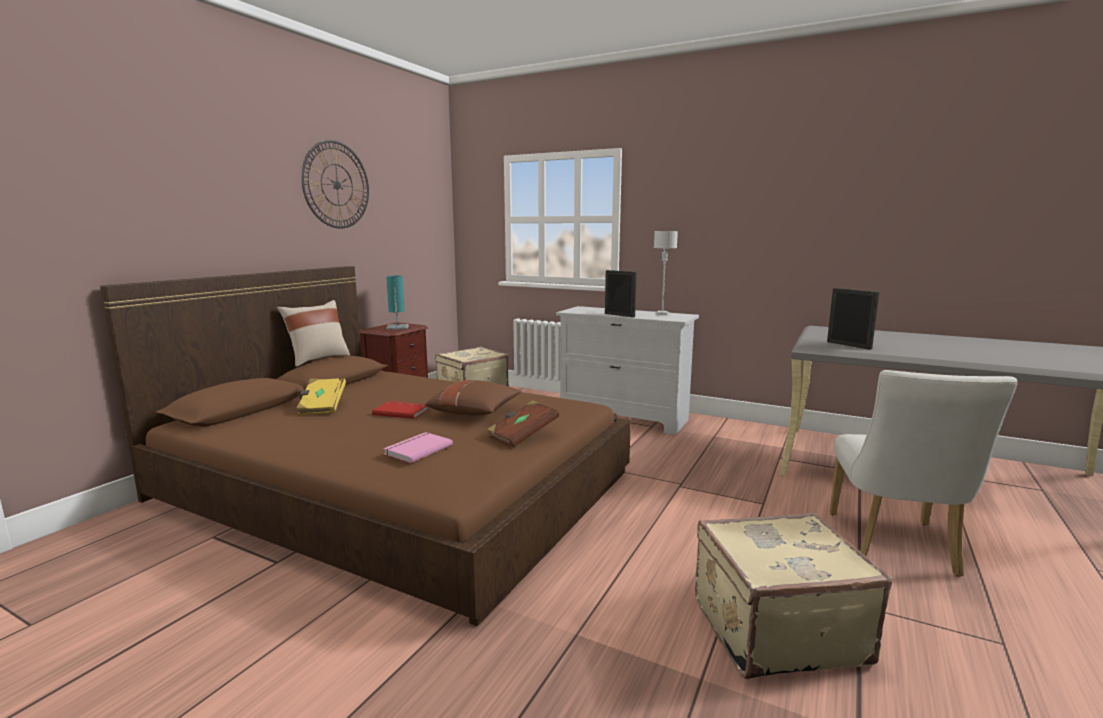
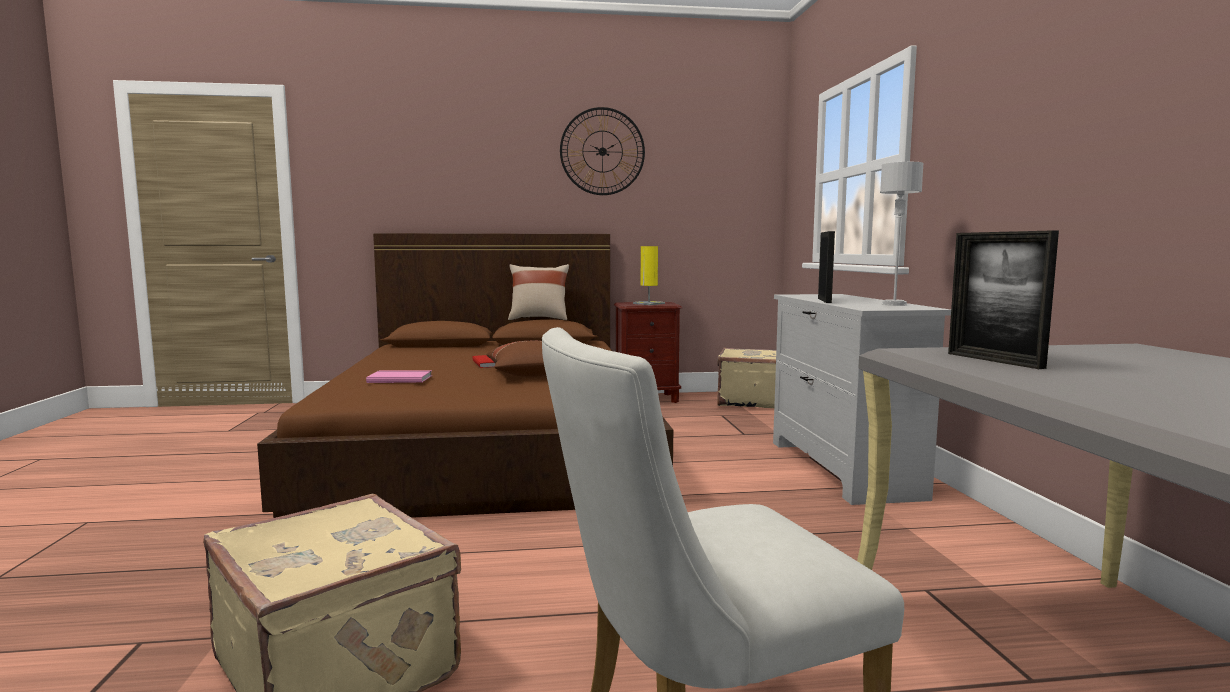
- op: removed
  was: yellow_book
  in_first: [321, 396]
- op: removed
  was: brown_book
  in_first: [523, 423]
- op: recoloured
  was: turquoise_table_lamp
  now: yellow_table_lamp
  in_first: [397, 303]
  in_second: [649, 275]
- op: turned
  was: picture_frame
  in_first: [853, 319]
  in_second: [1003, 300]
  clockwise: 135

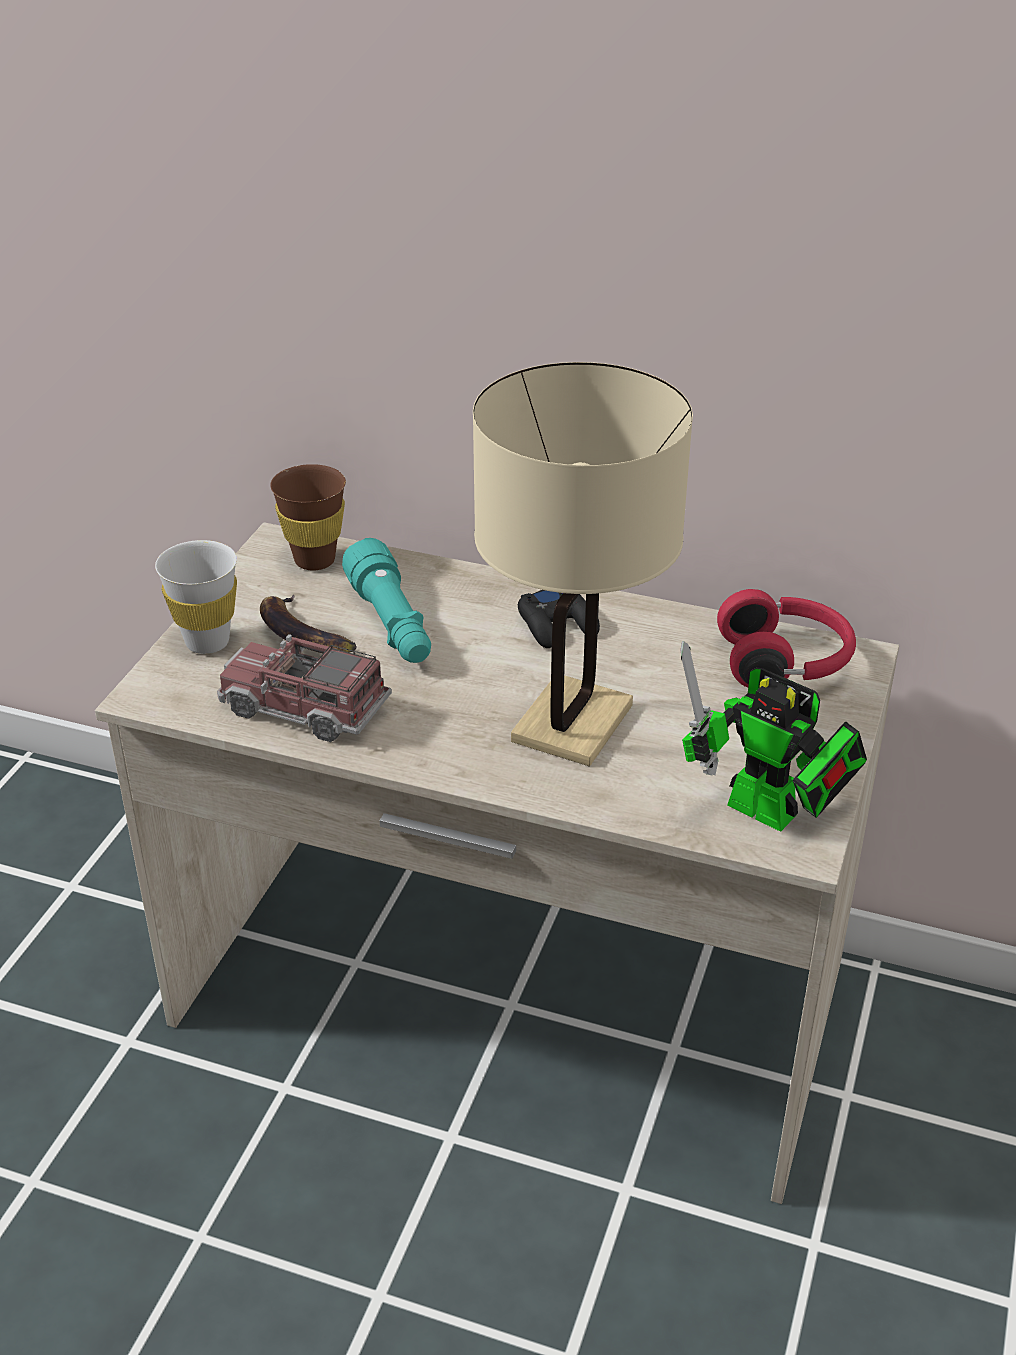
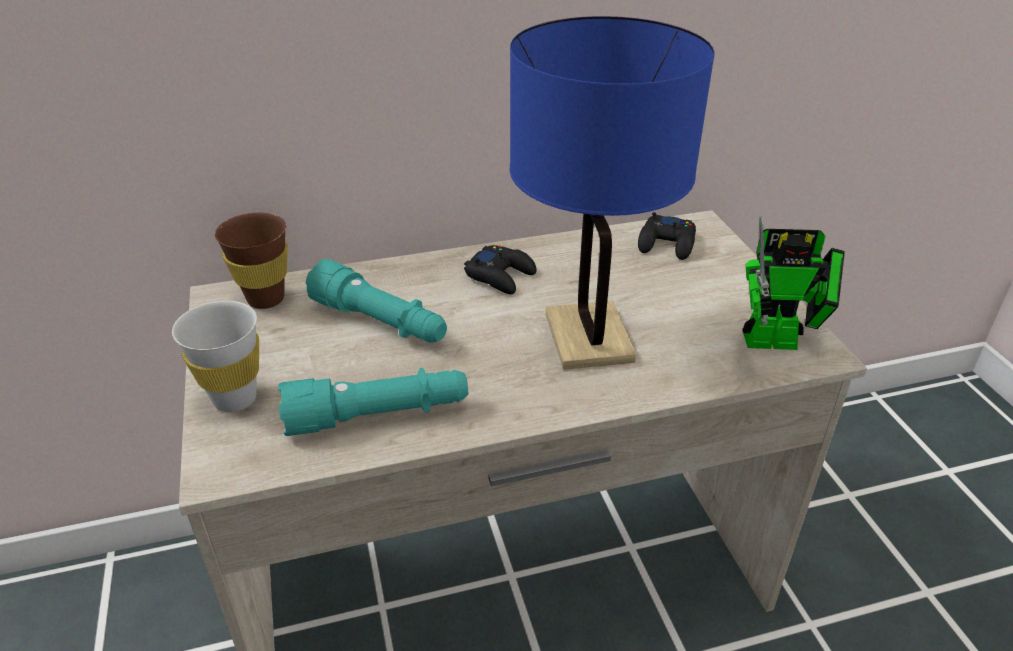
- op: removed
  was: banana
  in_first: [308, 624]
- op: replaced
  was: toy_truck
  now: turquoise_flashlight
  in_first: [304, 688]
  in_second: [373, 402]
- op: replaced
  was: red_headphones
  now: black_game_controller
  in_first: [786, 638]
  in_second: [667, 236]
- op: recoloured
  was: beige_table_lamp
  now: blue_table_lamp
  in_first: [583, 564]
  in_second: [612, 193]

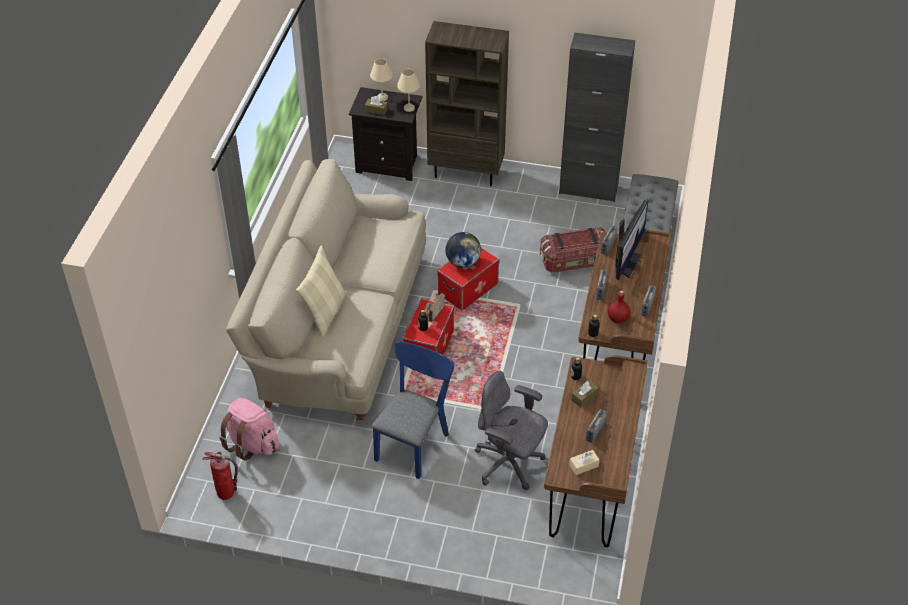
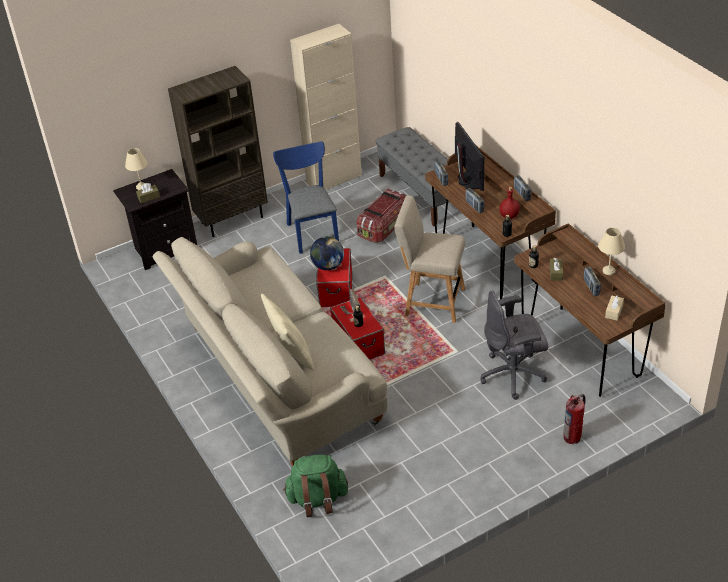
- op: added
  now: beige_chair
  in_second: [429, 259]
- op: moved
  was: fire_extinguisher
  in_first: [220, 476]
  in_second: [575, 419]
- op: moved
  was: blue_chair
  in_first: [413, 410]
  in_second: [306, 197]
- op: moved
  was: beige_table_lamp
  in_first: [408, 90]
  in_second: [611, 251]
- op: recoloured
  was: pink_backpack
  now: green_backpack
  in_first: [249, 429]
  in_second: [315, 486]
- op: recoloured
  was: black_cabinet
  now: beige_cabinet
  in_first: [597, 117]
  in_second: [326, 107]

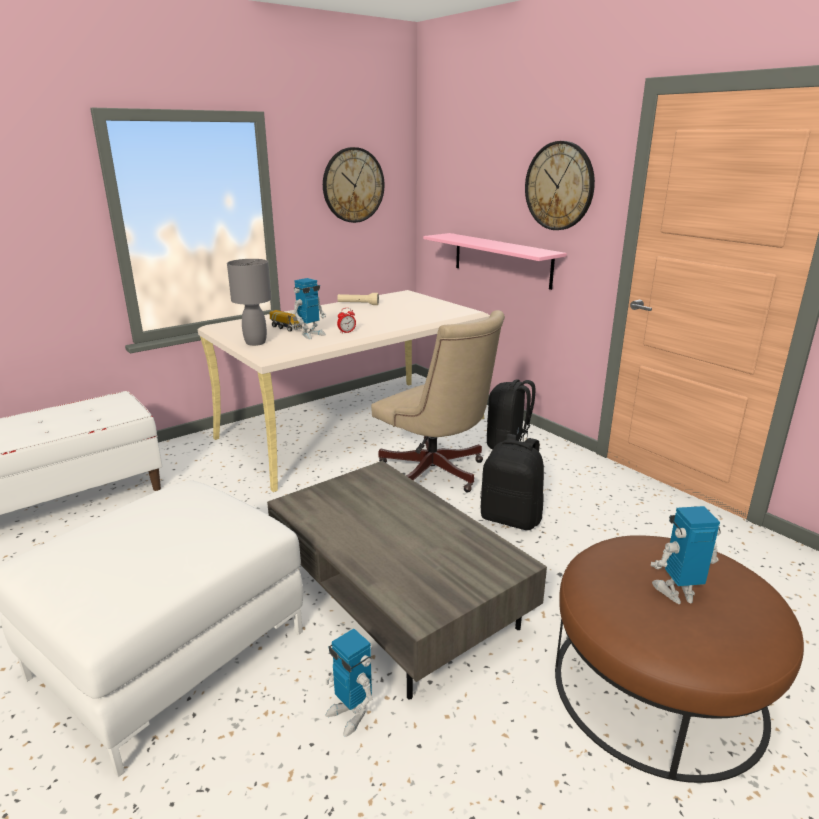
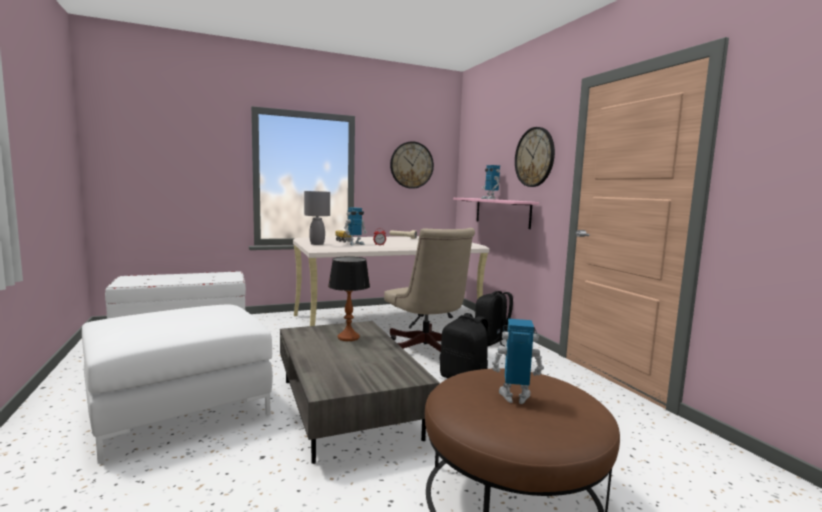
- op: added
  now: table_lamp
  in_second: [349, 299]
- op: moved
  was: toy_robot
  in_first: [349, 682]
  in_second: [490, 182]

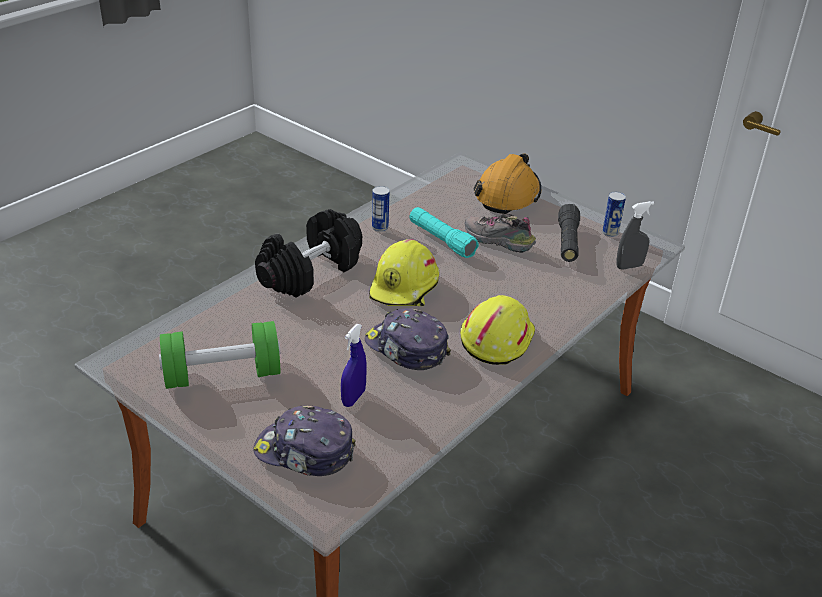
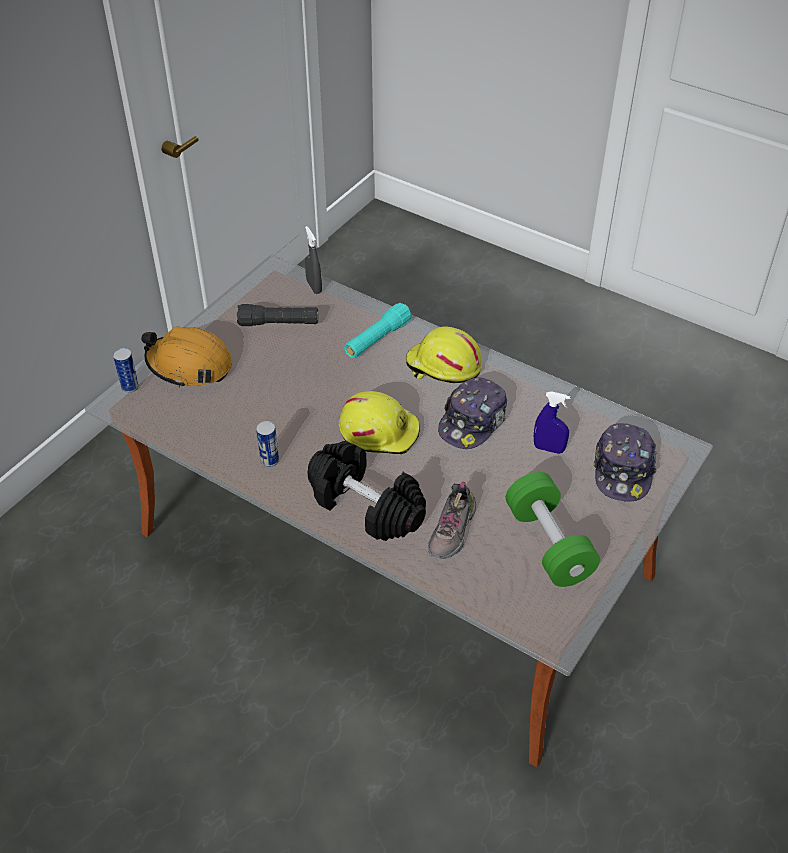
- op: moved
  was: turquoise_flashlight
  in_first: [444, 232]
  in_second: [378, 330]
- op: moved
  was: shoe
  in_first: [500, 233]
  in_second: [452, 520]
- op: moved
  was: can
  in_first: [614, 214]
  in_second: [126, 370]

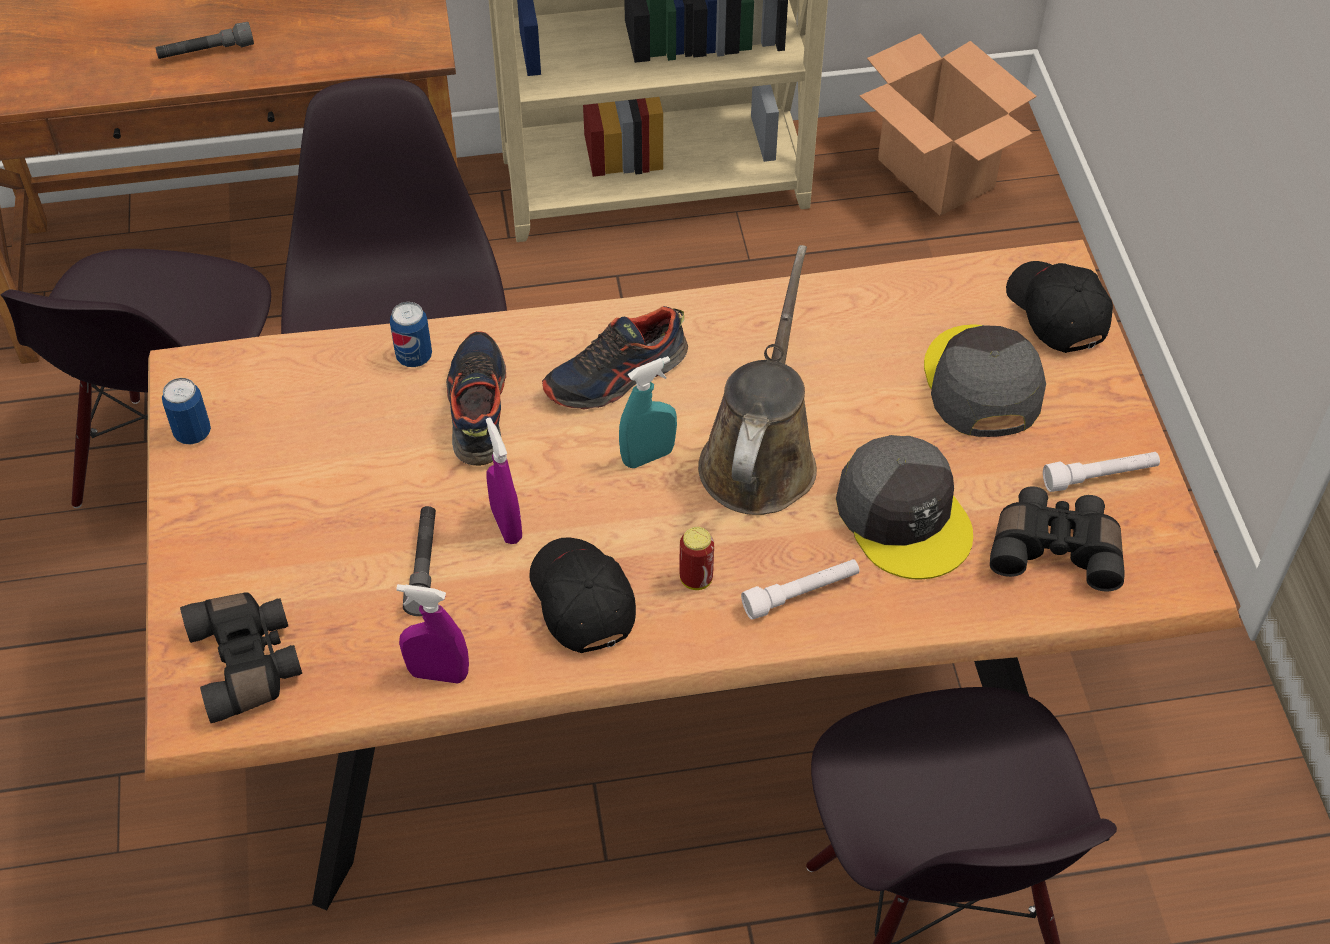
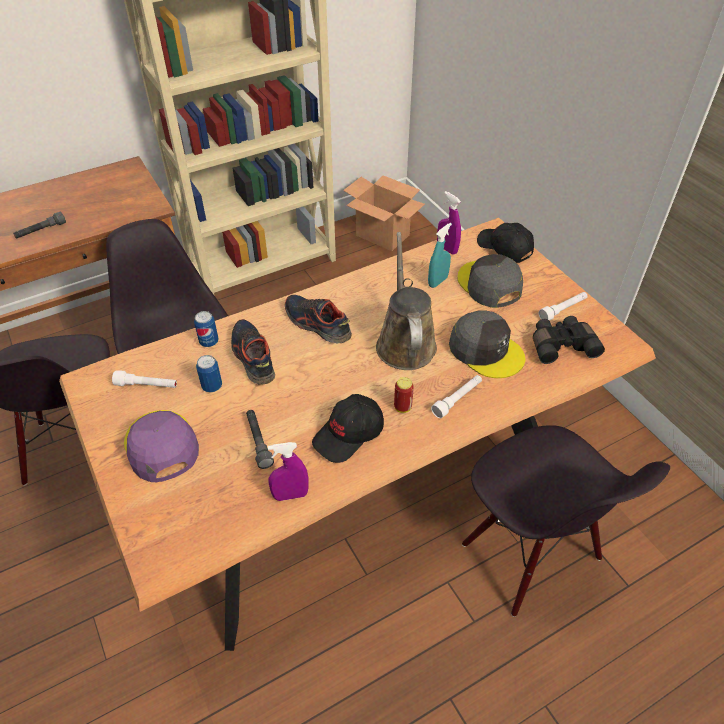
- op: removed
  was: black_binoculars
  in_first: [241, 657]
- op: added
  now: white_flashlight
  in_second: [144, 379]
- op: added
  now: purple_cap
  in_second: [161, 446]
- op: moved
  was: can
  in_first: [186, 411]
  in_second: [209, 374]
- op: moved
  was: purple_spray_bottle
  in_first: [504, 480]
  in_second: [449, 223]
- op: moved
  was: turquoise_spray_bottle
  in_first: [648, 412]
  in_second: [440, 255]
- op: turned
  was: black_cap
  in_first: [582, 595]
  in_second: [348, 428]
  clockwise: -90
- op: turned
  was: shoe
  in_first: [615, 358]
  in_second: [318, 319]
  clockwise: 90

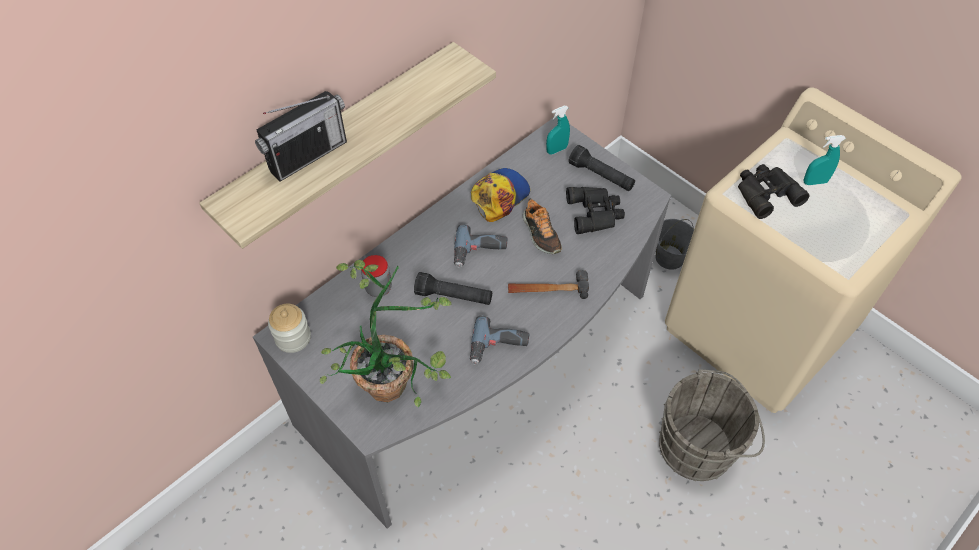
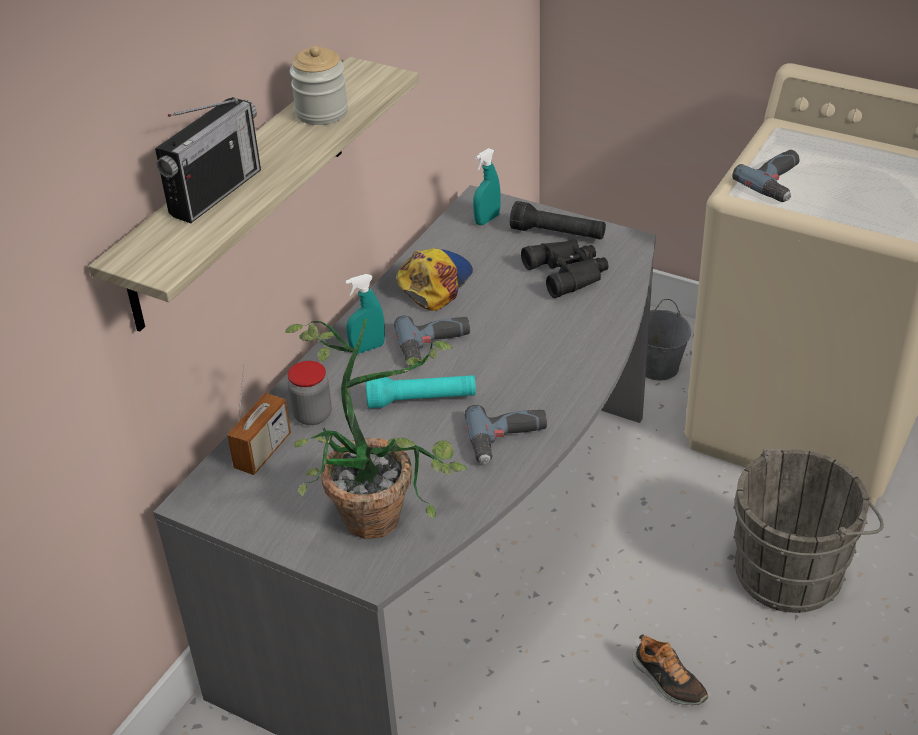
- op: removed
  was: hammer
  in_first: [548, 284]
- op: added
  now: radio
  in_second: [259, 419]
- op: moved
  was: jar
  in_first: [289, 328]
  in_second: [319, 85]
- op: moved
  was: shoe
  in_first: [542, 226]
  in_second: [670, 669]
- op: moved
  was: turquoise_spray_bottle
  in_first: [825, 160]
  in_second: [365, 314]
- op: replaced
  was: black_binoculars
  now: power_drill
  in_first: [774, 191]
  in_second: [765, 176]
- op: recoloured
  was: black_flashlight
  now: turquoise_flashlight
  in_first: [453, 288]
  in_second: [421, 391]

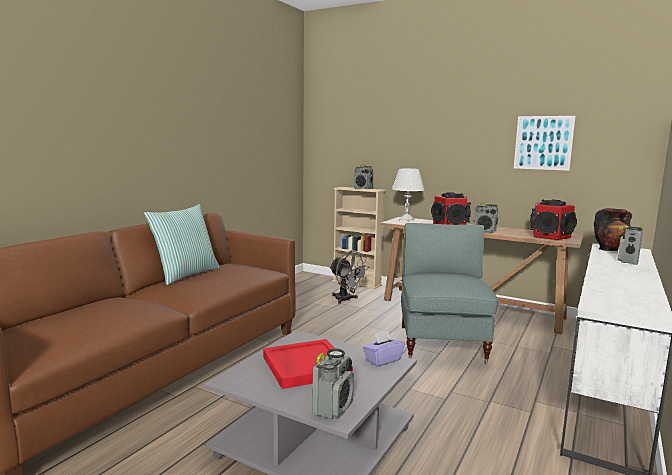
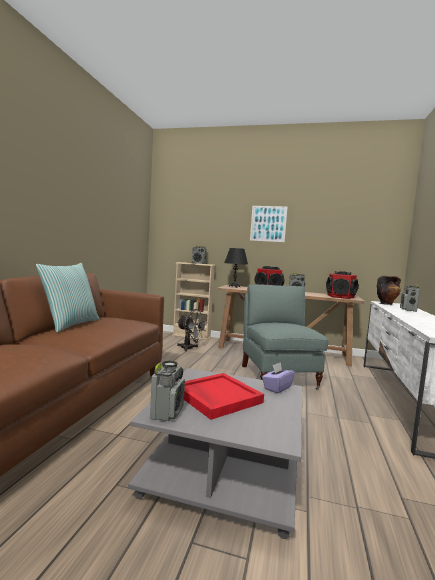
- op: moved
  was: radio
  in_first: [333, 383]
  in_second: [167, 390]
- op: moved
  was: picture
  in_first: [544, 143]
  in_second: [269, 224]
- op: recoloured
  was: white_table_lamp
  now: black_table_lamp
  in_first: [408, 195]
  in_second: [236, 268]

